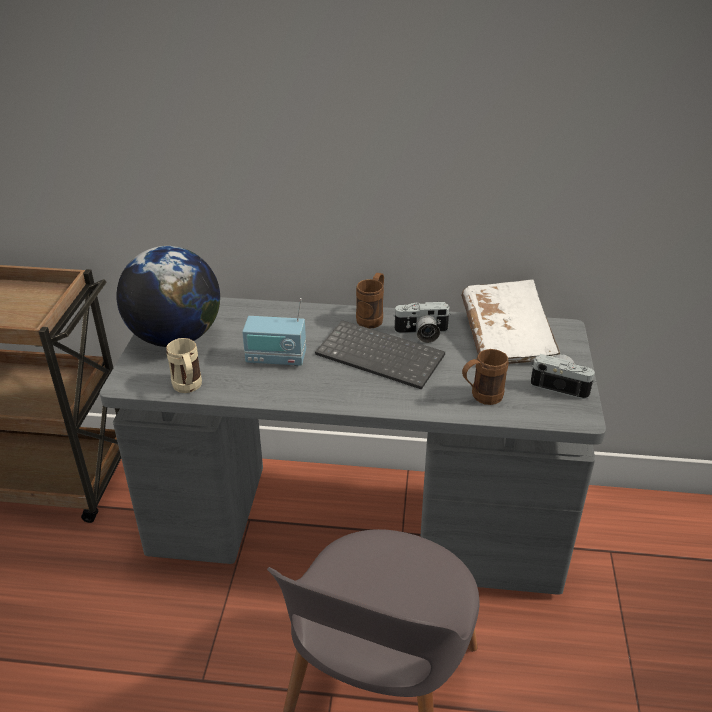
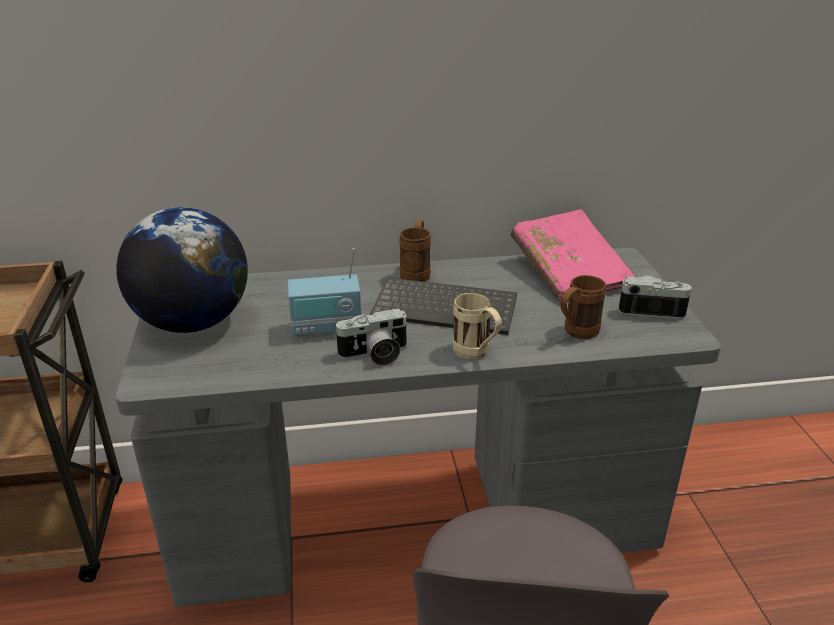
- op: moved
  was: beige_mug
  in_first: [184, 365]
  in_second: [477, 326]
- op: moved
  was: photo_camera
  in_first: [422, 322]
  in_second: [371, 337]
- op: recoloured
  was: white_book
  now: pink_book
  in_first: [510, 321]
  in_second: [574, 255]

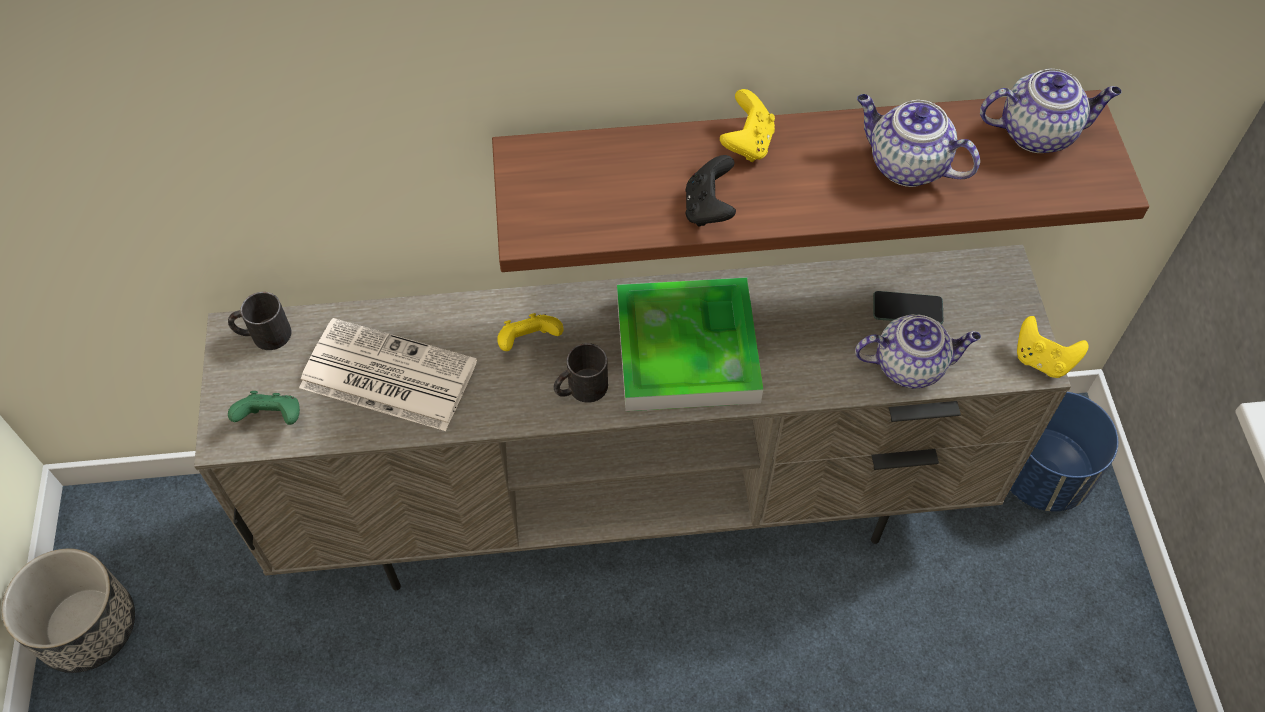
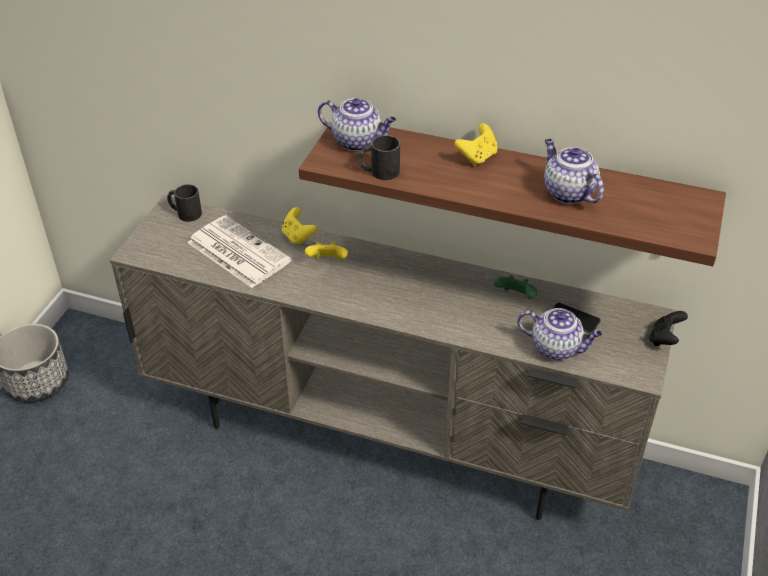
- op: removed
  was: tray
  in_first: [690, 344]
- op: removed
  was: blue_planter
  in_first: [1064, 452]
- op: moved
  was: green_game_controller
  in_first: [264, 408]
  in_second: [515, 287]
- op: moved
  was: black_mug
  in_first: [581, 373]
  in_second: [379, 157]
- op: moved
  was: black_game_controller
  in_first: [710, 191]
  in_second: [668, 328]
- op: moved
  was: teapot
  in_first: [1051, 111]
  in_second: [357, 124]
- op: moved
  was: yellow_game_controller
  in_first: [1053, 347]
  in_second: [299, 226]

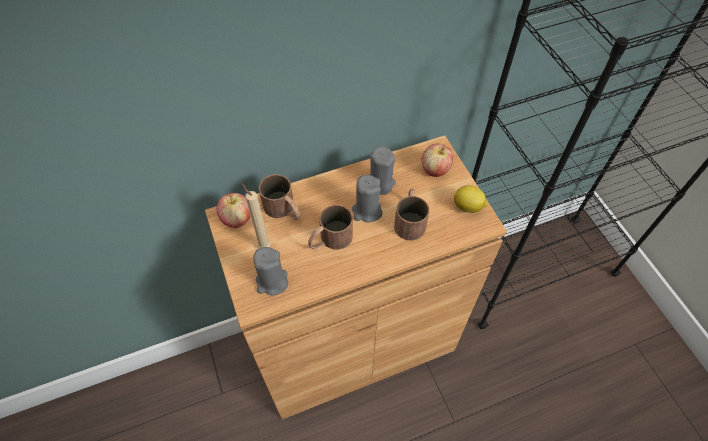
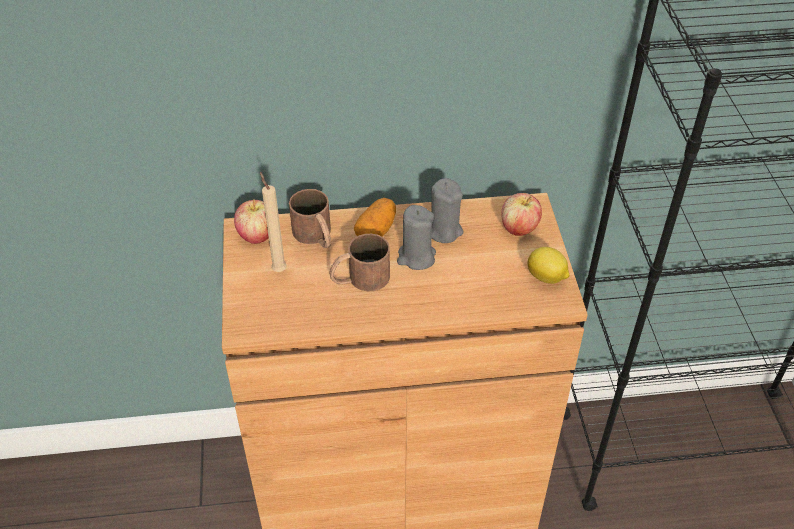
- op: removed
  was: grey_candle
  in_first: [270, 271]
- op: removed
  was: brown_mug
  in_first: [411, 215]
- op: added
  now: potato
  in_second: [375, 217]

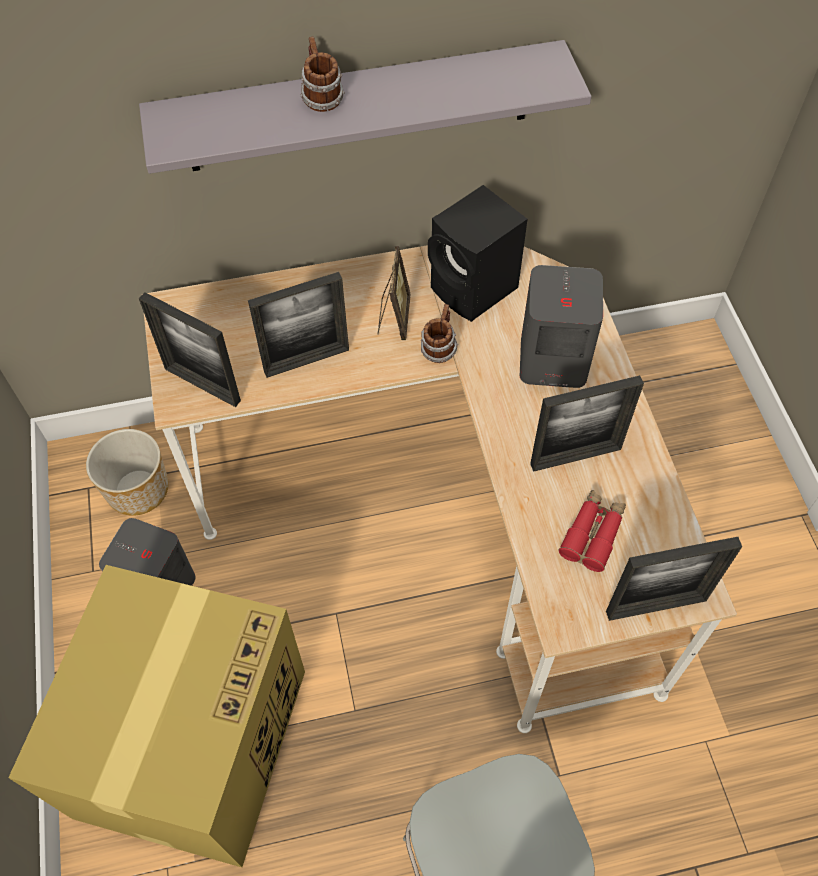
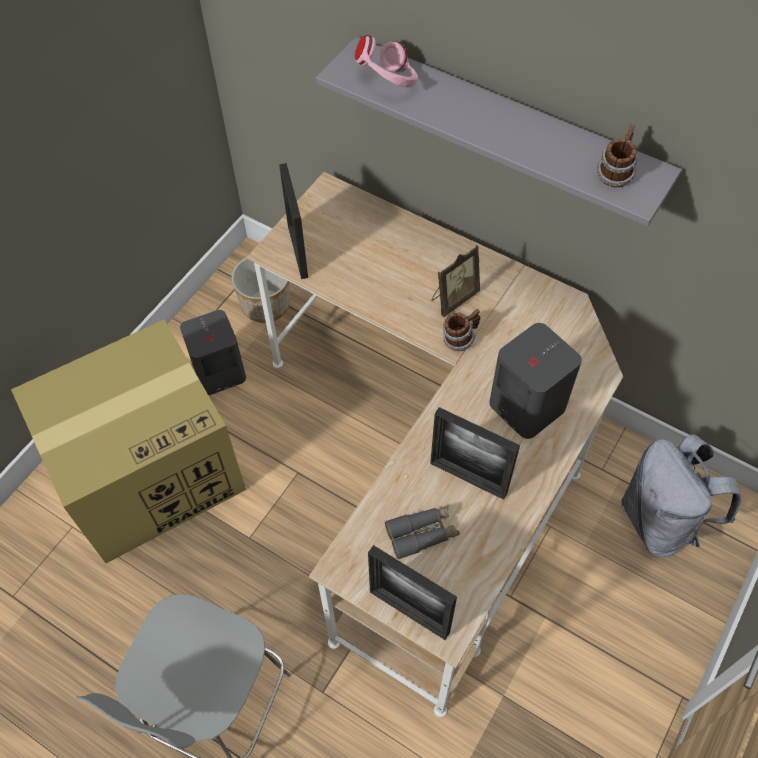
- op: removed
  was: picture_frame
  in_first: [298, 325]
- op: removed
  was: black_speaker
  in_first: [478, 253]
- op: added
  now: pink_headphones
  in_second: [386, 61]
- op: added
  now: grey_backpack
  in_second: [681, 496]
- op: moved
  was: mug
  in_first: [322, 74]
  in_second: [618, 156]
- op: recoloured
  was: red_binoculars
  now: grey_binoculars
  in_first: [592, 531]
  in_second: [422, 532]

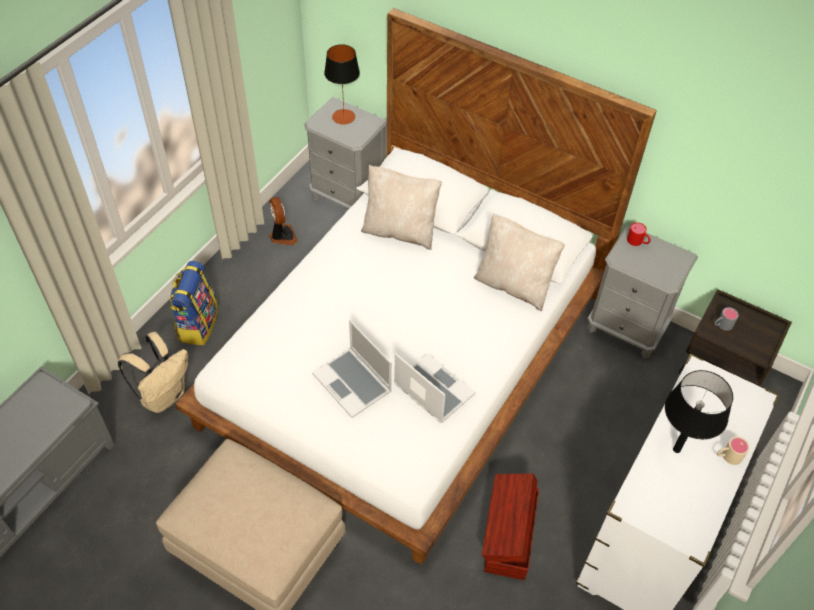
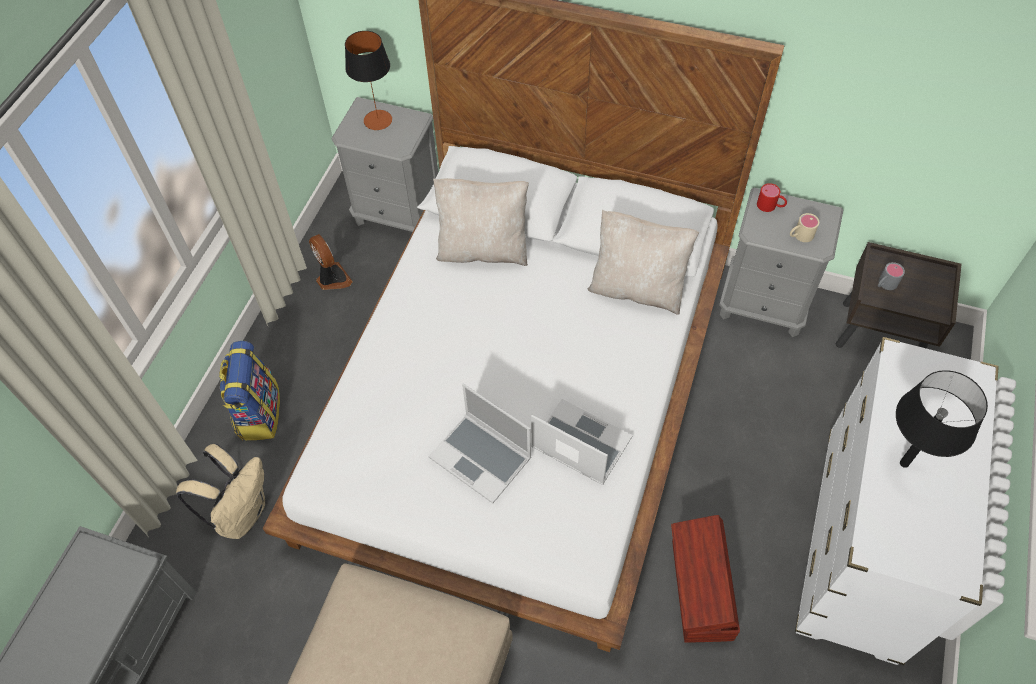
- op: moved
  was: beige_mug
  in_first: [733, 450]
  in_second: [804, 227]

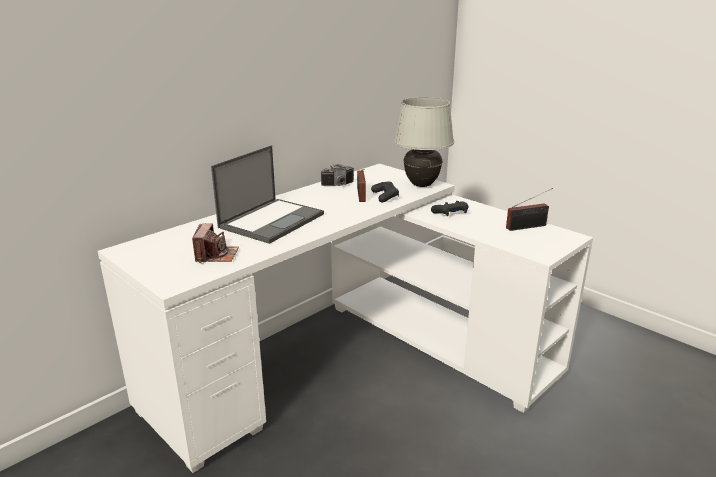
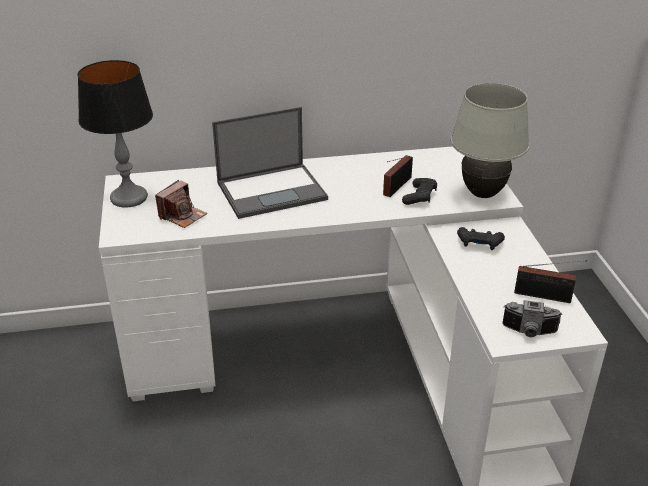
- op: added
  now: table_lamp
  in_second: [115, 134]
- op: moved
  was: photo_camera
  in_first: [337, 175]
  in_second: [532, 318]

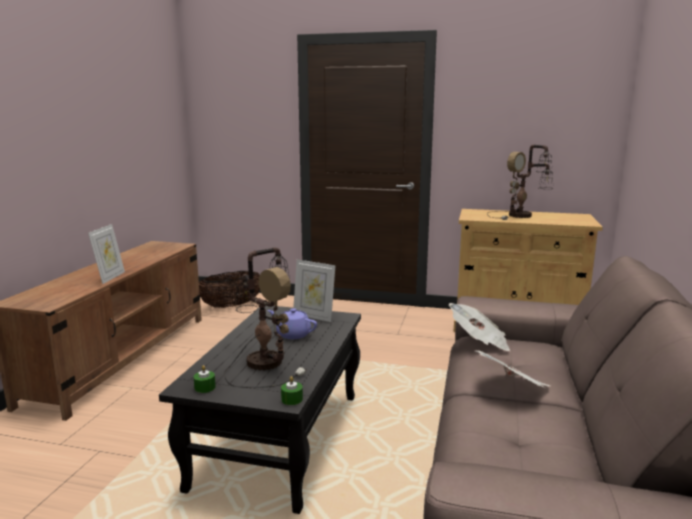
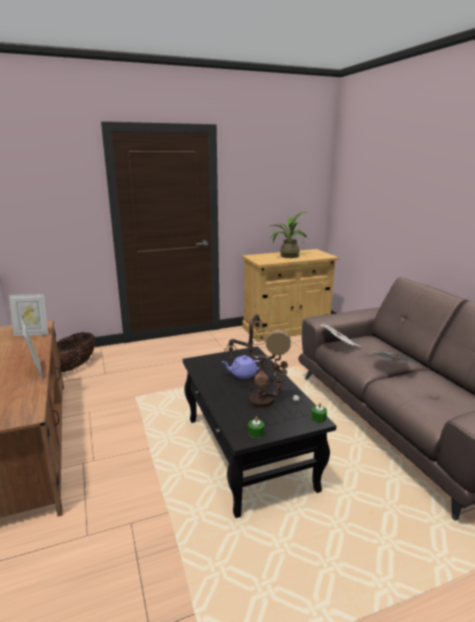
- op: moved
  was: picture_frame
  in_first: [314, 290]
  in_second: [28, 315]
- op: replaced
  was: table_lamp
  now: potted_plant
  in_first: [520, 182]
  in_second: [287, 235]

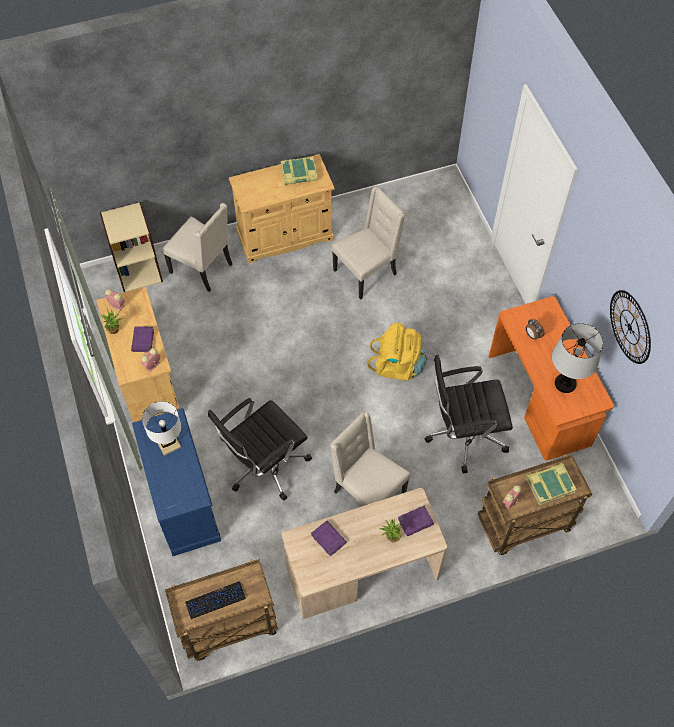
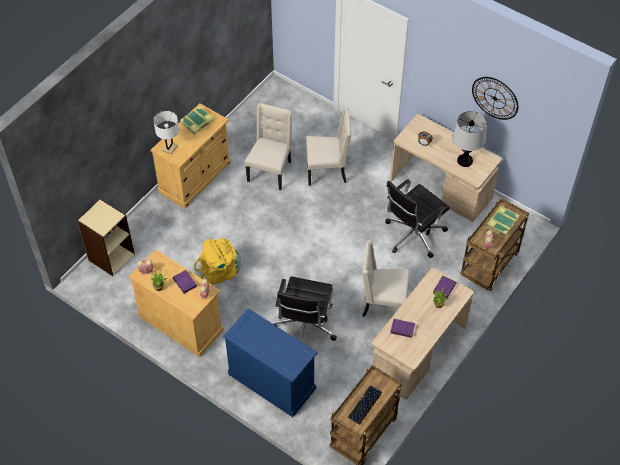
- op: moved
  was: white_table_lamp
  in_first: [161, 428]
  in_second: [166, 132]
- op: moved
  was: beige_chair
  in_first: [197, 247]
  in_second: [328, 146]
- op: moved
  was: yellow_backpack
  in_first: [397, 351]
  in_second: [217, 261]
- op: recoloured
  was: orange_desk
  now: beige_desk
  in_first: [551, 378]
  in_second: [446, 168]

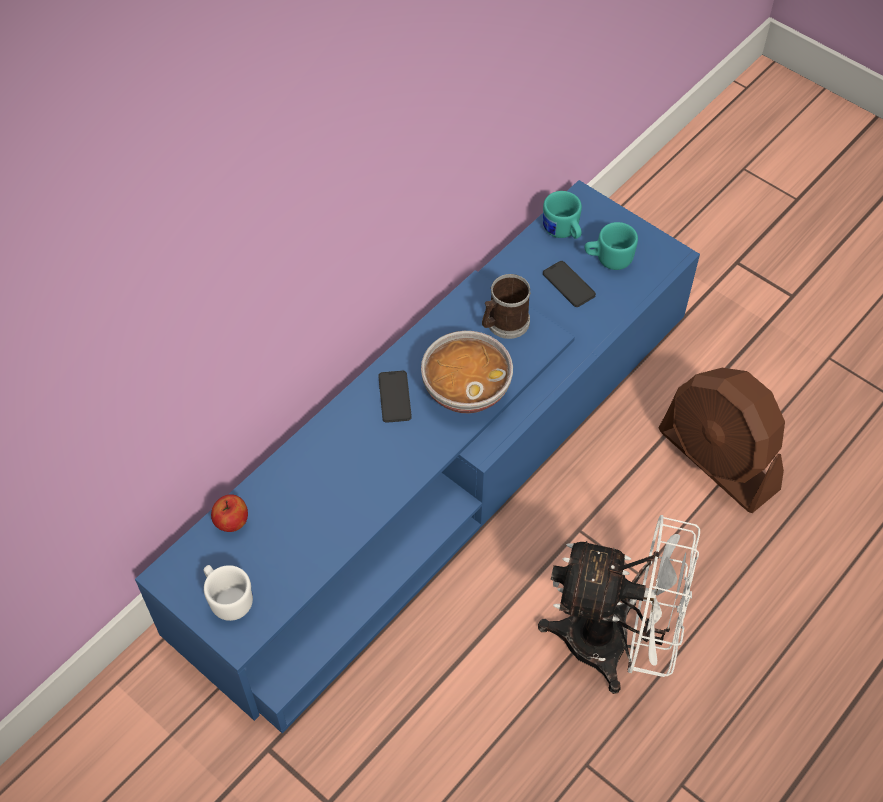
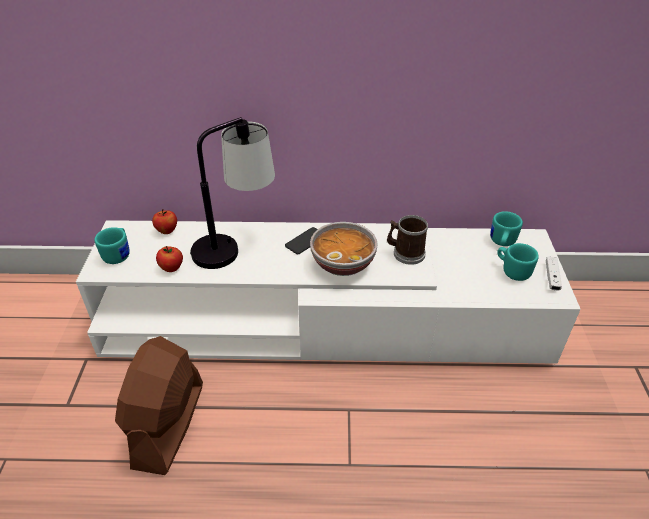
- op: removed
  was: white_fan
  in_first: [619, 604]
- op: removed
  was: phone
  in_first: [569, 284]
- op: added
  now: apple
  in_second: [169, 259]
- op: added
  now: table_lamp
  in_second: [232, 193]
- op: added
  now: white_game_controller
  in_second: [554, 273]
- op: moved
  was: brown_fan
  in_first: [722, 440]
  in_second: [159, 405]
- op: recoloured
  was: blue_tv_stand
  now: white_tv_stand
  in_first: [417, 456]
  in_second: [328, 292]
- op: recoloured
  was: white_mug
  now: turquoise_mug
  in_first: [228, 593]
  in_second: [112, 245]

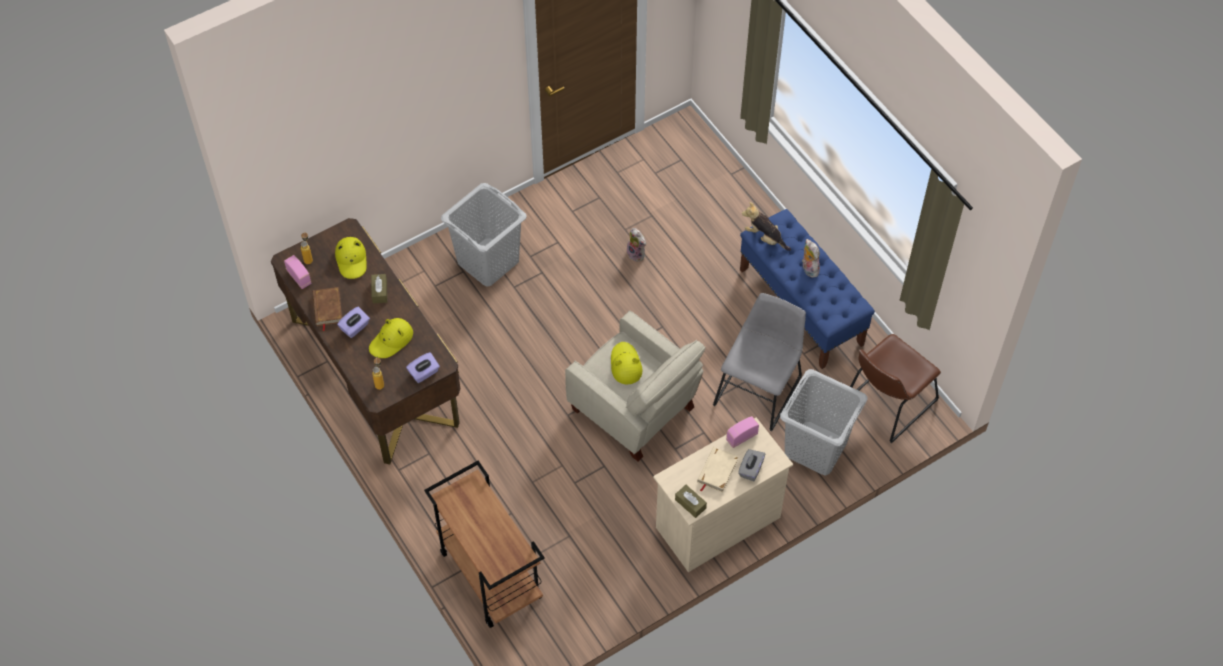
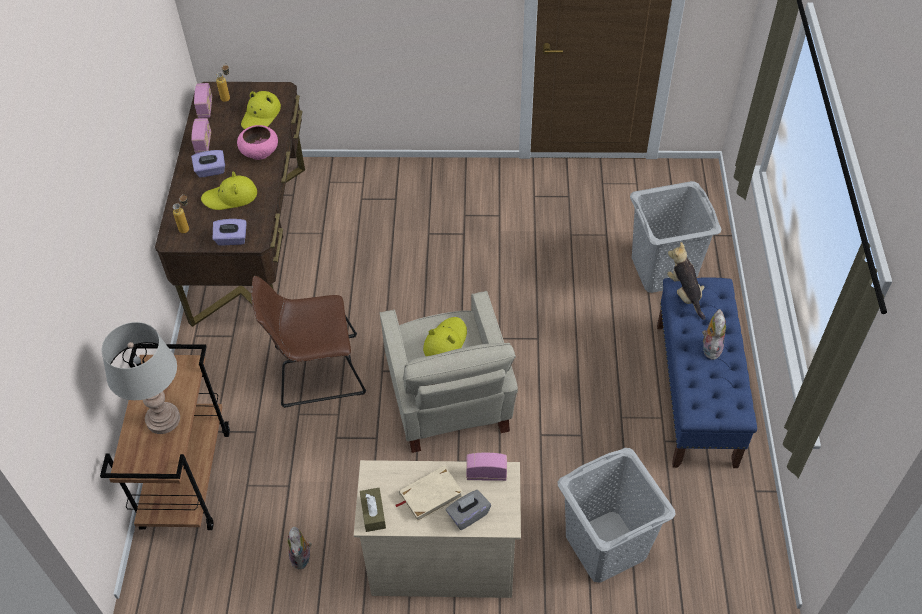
- op: removed
  was: grey_chair
  in_first: [759, 362]
- op: added
  now: grey_table_lamp
  in_second: [141, 378]
- op: moved
  was: grey_laundry_basket
  in_first: [484, 235]
  in_second: [675, 237]
- op: moved
  was: plush_toy
  in_first: [636, 245]
  in_second: [300, 548]
- op: moved
  was: brown_chair
  in_first: [895, 388]
  in_second: [308, 342]
- op: replaced
  was: brown_book
  now: radio
  in_first: [327, 309]
  in_second: [201, 136]
- op: replaced
  was: brown_tissue_box
  now: pink_bowl
  in_first: [379, 288]
  in_second: [257, 142]

